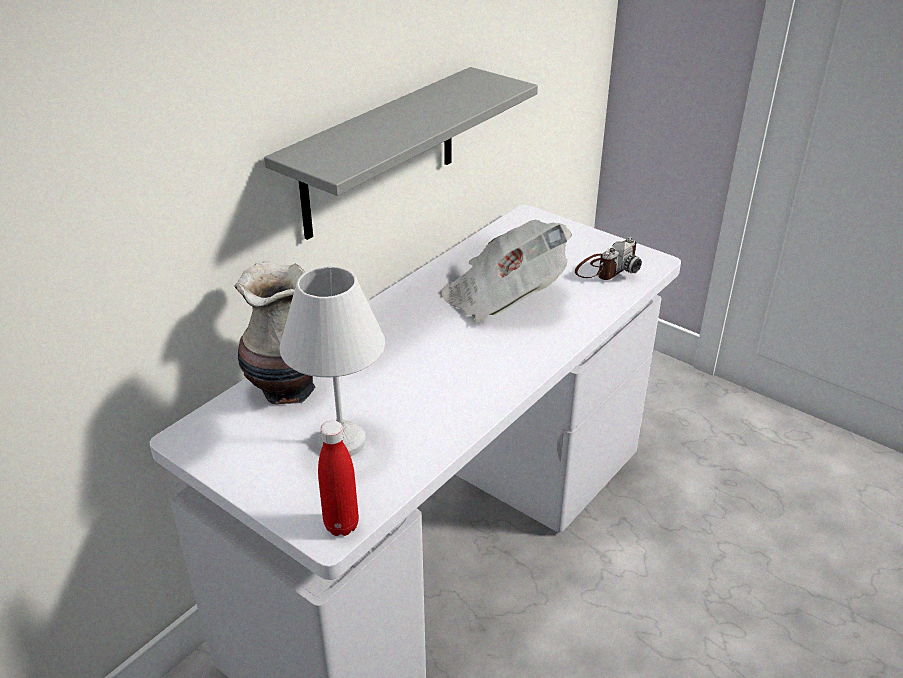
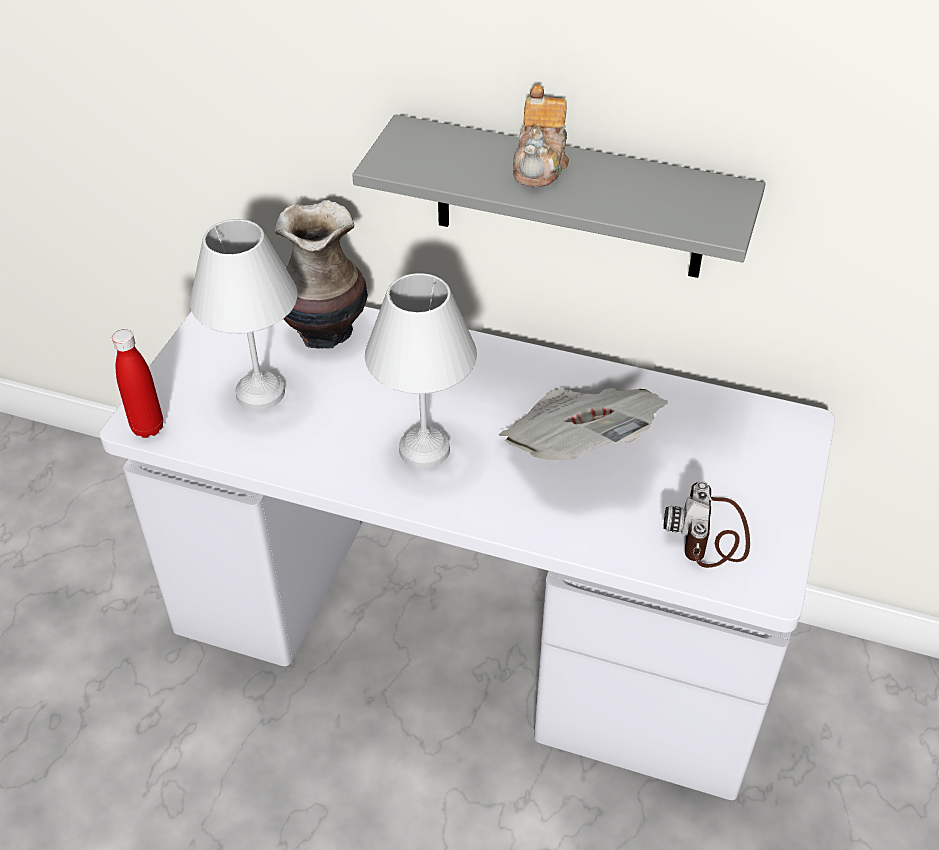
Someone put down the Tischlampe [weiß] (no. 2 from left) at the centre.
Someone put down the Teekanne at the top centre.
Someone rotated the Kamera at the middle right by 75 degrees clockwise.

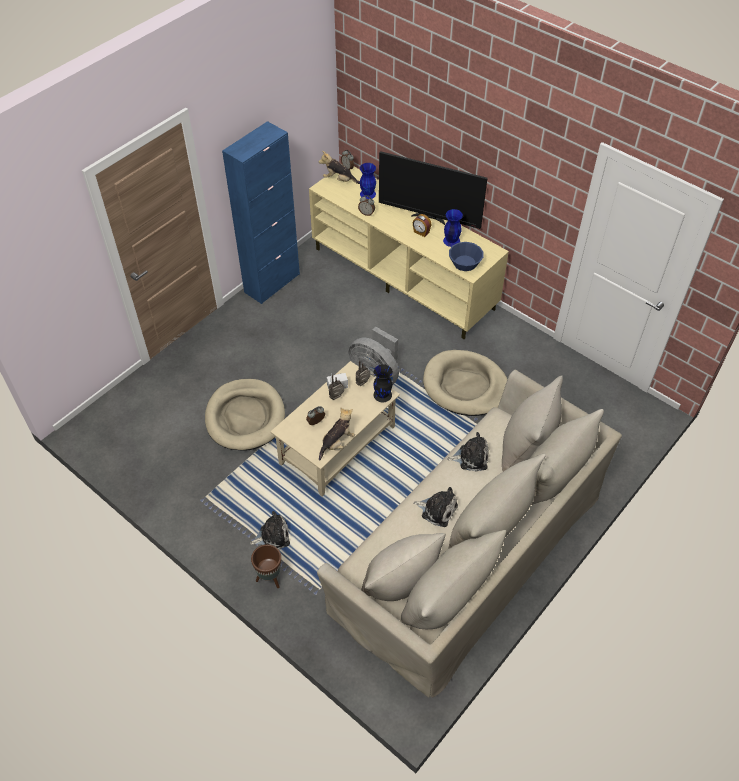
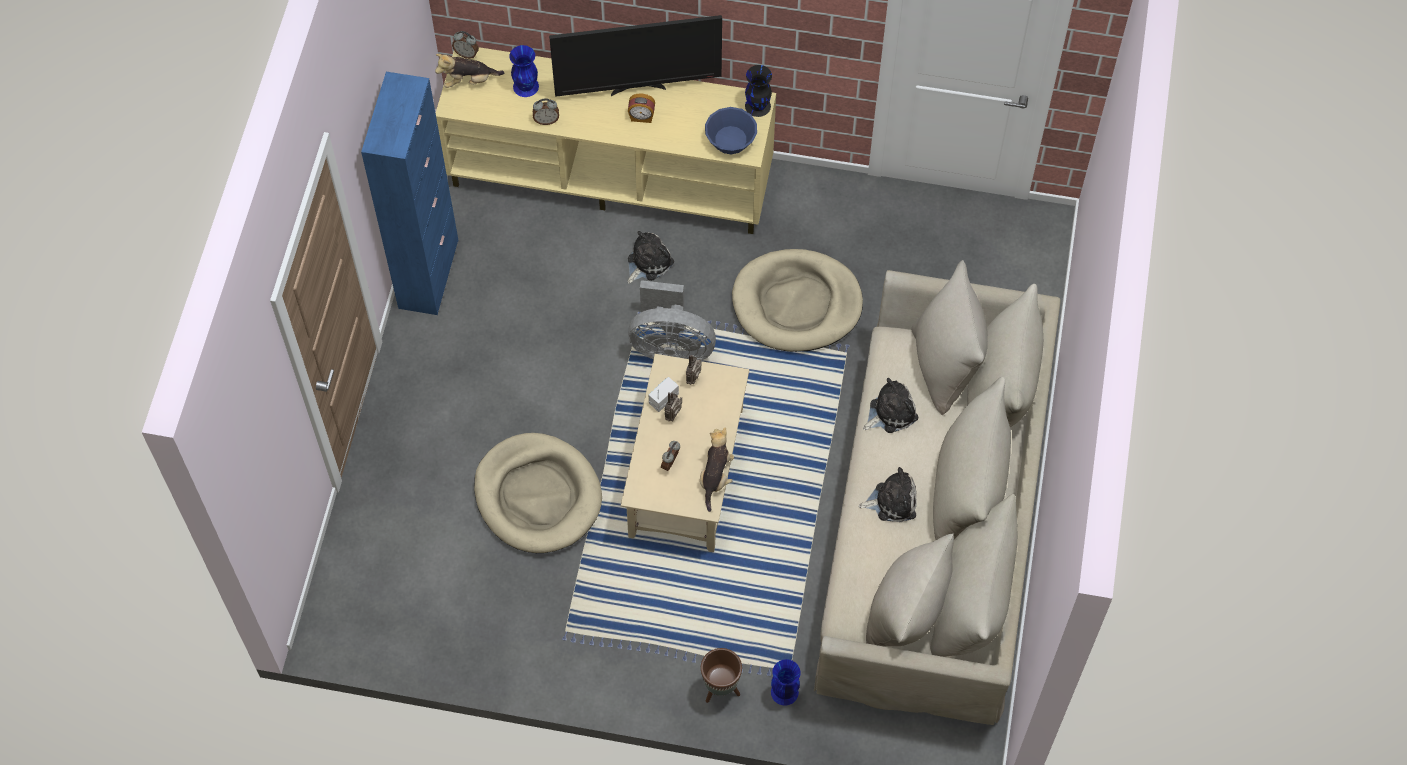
Someone carried the Plüschtier (no. 1 from left in the first image) from the bottom centre to the centre.
Someone carried the Vase [schwarz] from the centre to the top centre.
Someone carried the Vase [blau] (no. 2 from left) from the top centre to the bottom centre.

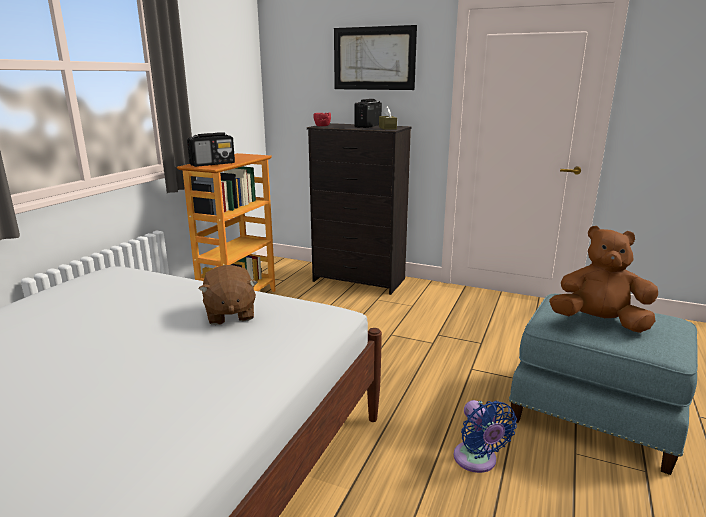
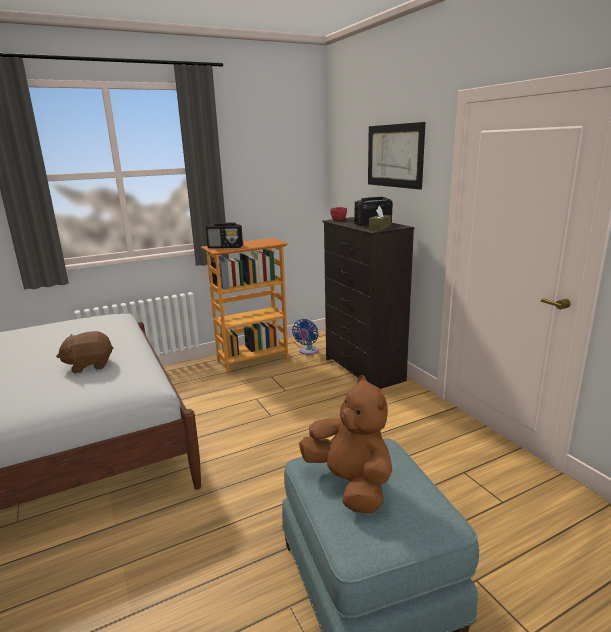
Someone rotated the Plüschtier [braun] (no. 1 from left) at the middle left by 45 degrees clockwise.
Someone carried the Ventilator [blau] from the bottom right to the centre.

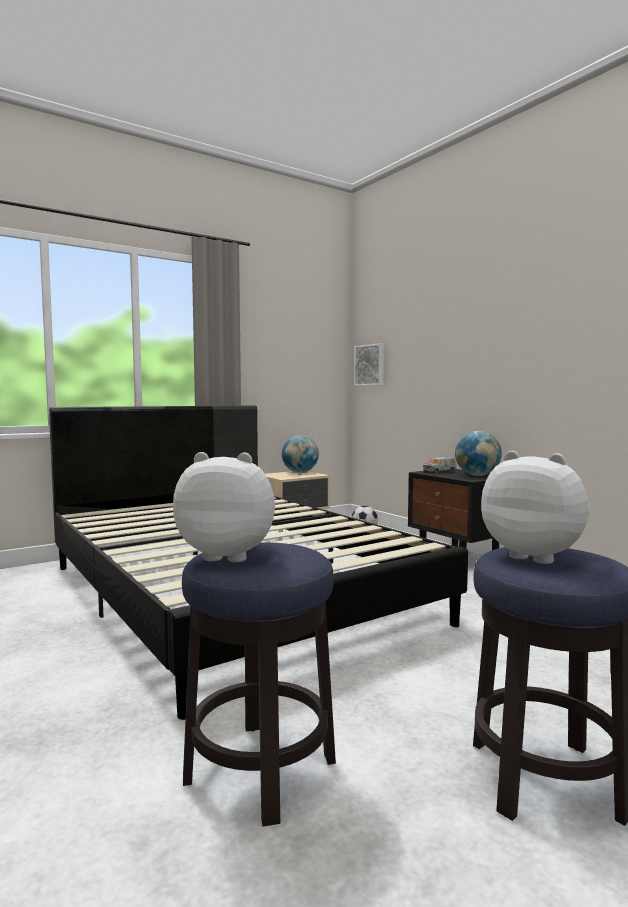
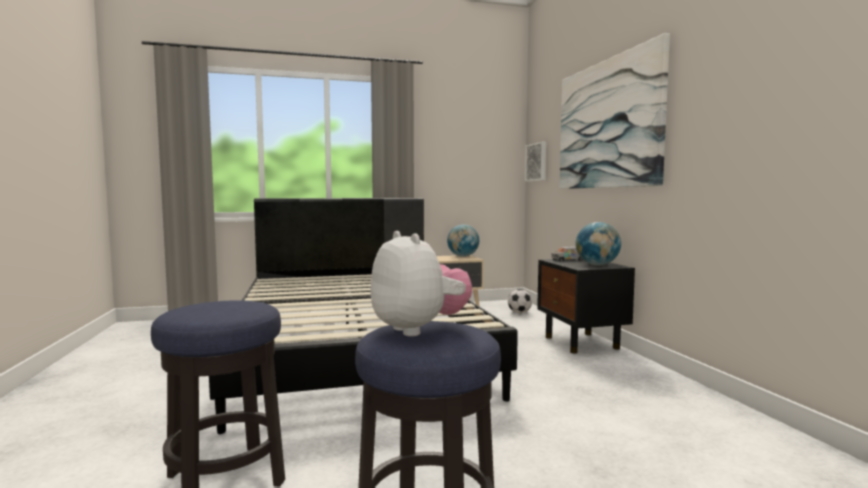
Someone put up the Bild (no. 2 from left) at the top right.
Someone took away the Plüschtier (no. 1 from left) at the centre.

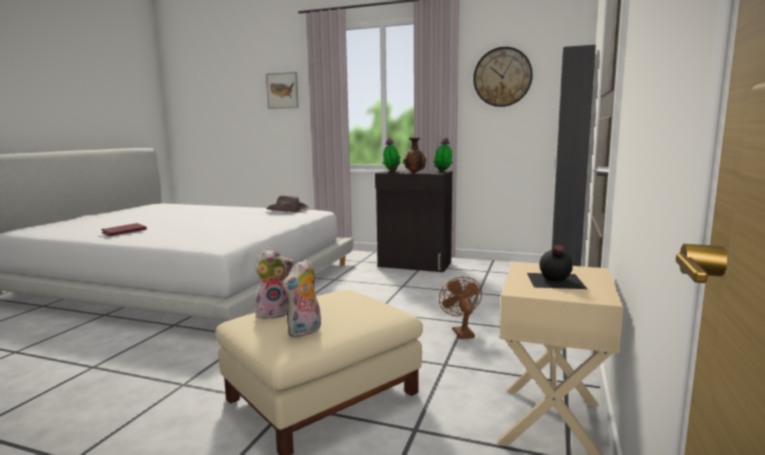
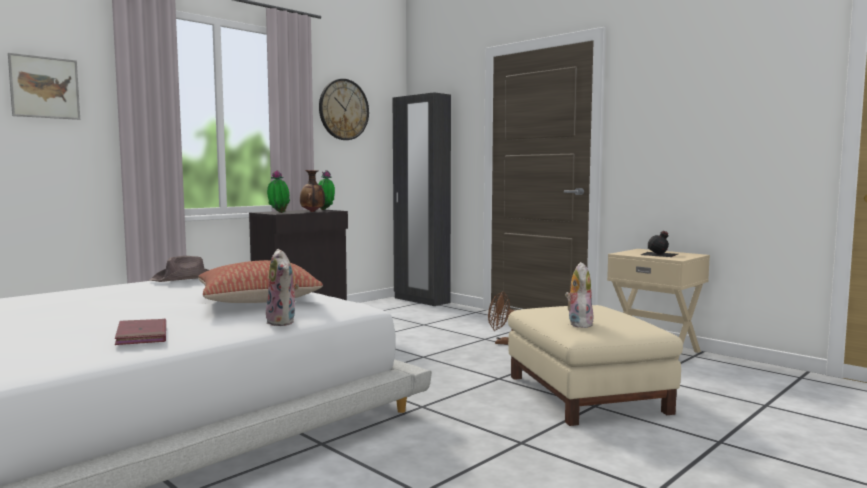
Someone put down the Kissen at the middle left.
Someone carried the Plüschtier (no. 2 from left in the first image) from the centre to the middle left.

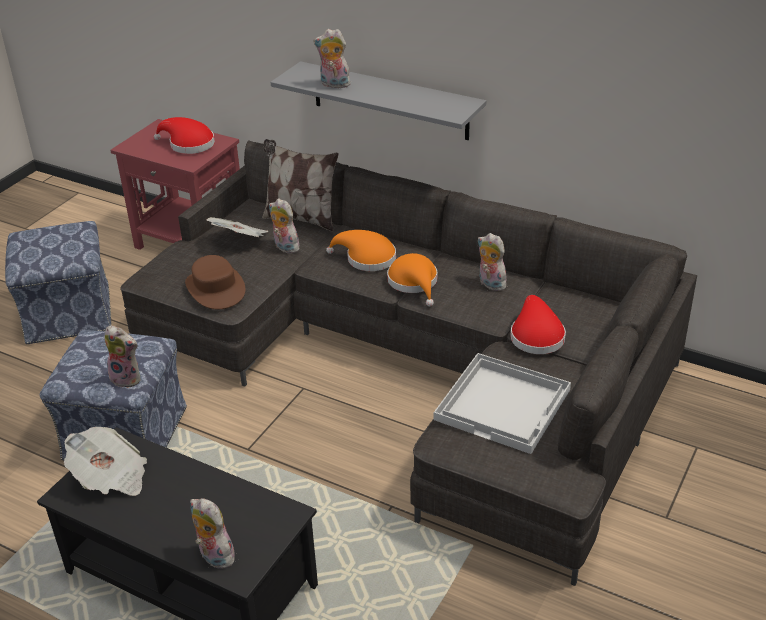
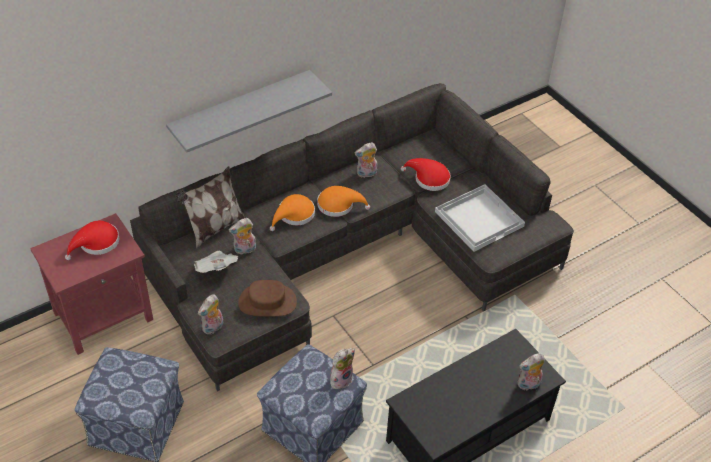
Someone carried the Plüschtier (no. 4 from left in the first image) from the top centre to the bottom left.
Someone took away the Zeitung (no. 1 from left) at the bottom left.

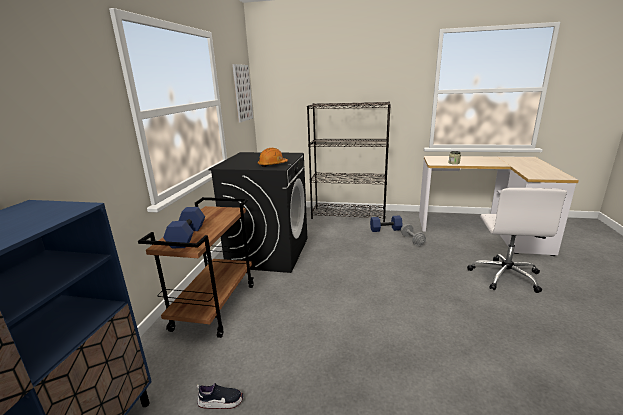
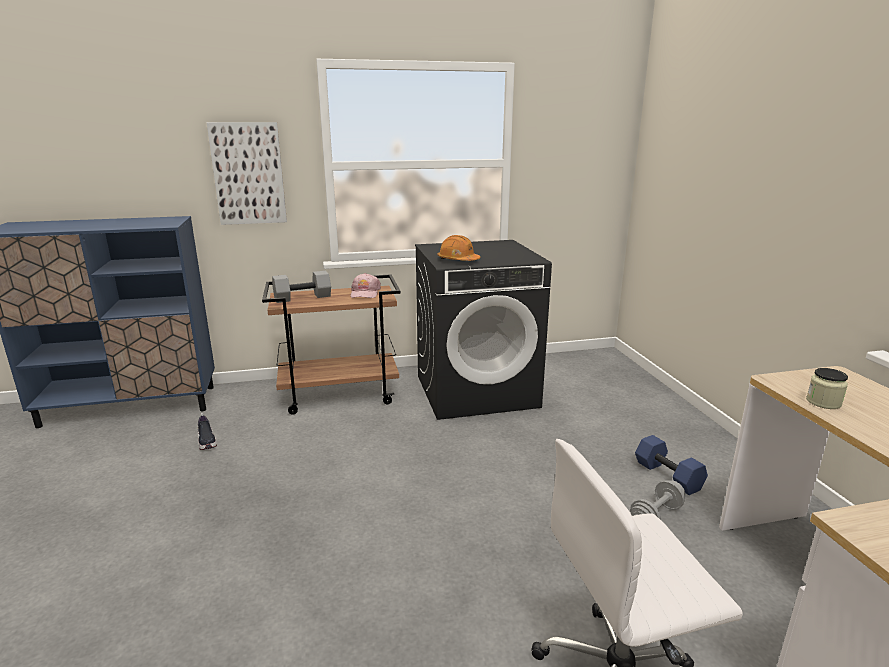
Someone carried the Bild from the top centre to the top left.
Someone repainted the Hantel [blau] (no. 1 from left) at the middle left, which became the Hantel [grau] (no. 1 from left) at the centre.
Someone put down the Kappe [rosa] at the centre.
Someone took away the Bücherregal [schwarz] at the centre.

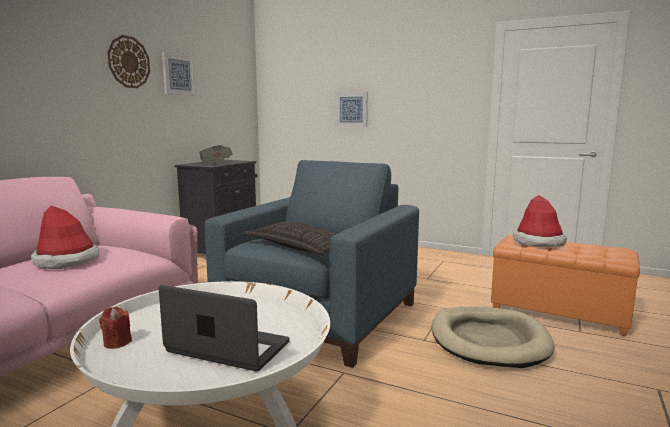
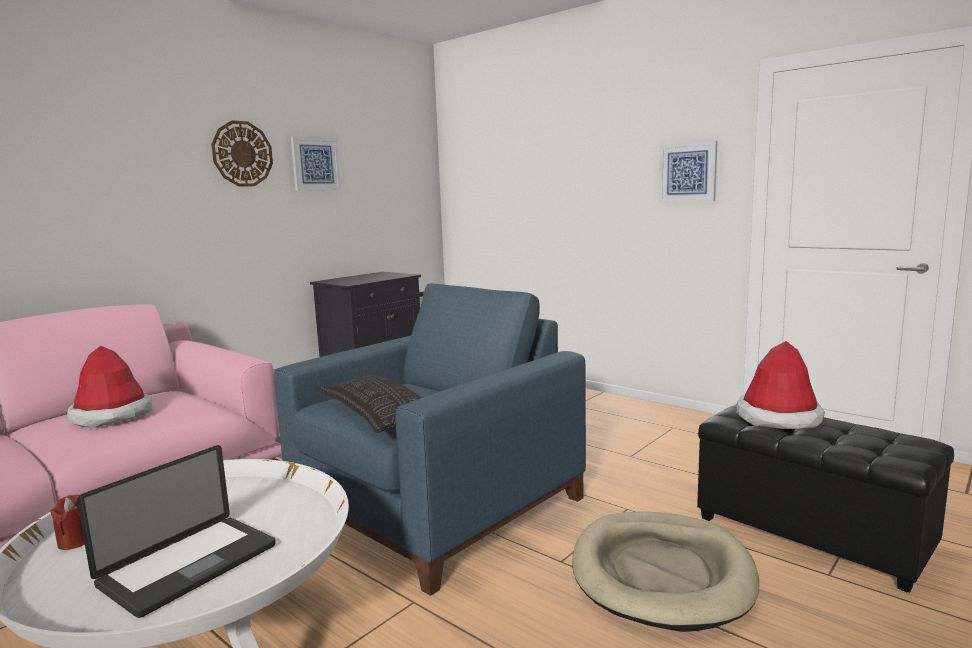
Someone rotated the Laptop at the bottom centre by 90 degrees clockwise.
Someone carried the Bild (no. 2 from left) from the top centre to the top right.
Someone repainted the Polsterhocker [orange] at the bottom right, which became the Polsterhocker [schwarz] at the bottom right.
Someone took away the Zeitung at the middle left.

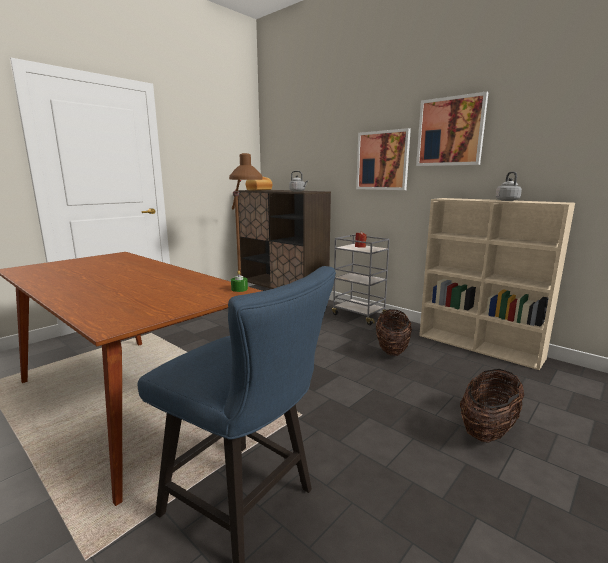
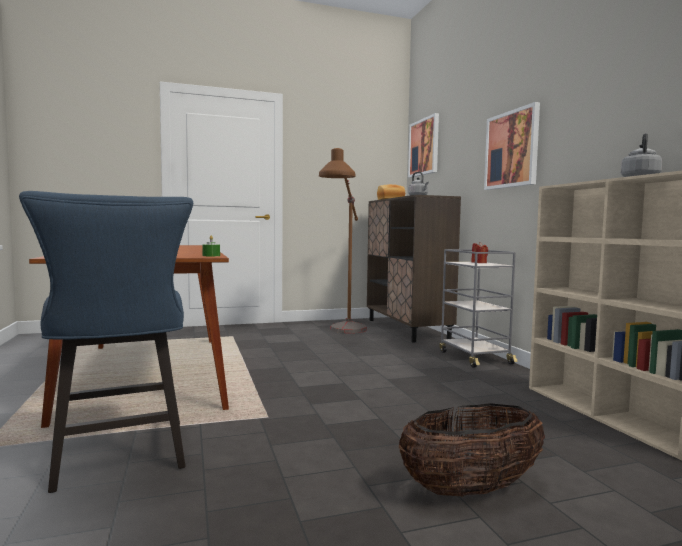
Someone carried the Bild (no. 2 from left in the first image) from the top right to the top centre.
Someone took away the Korb (no. 1 from left) at the centre.

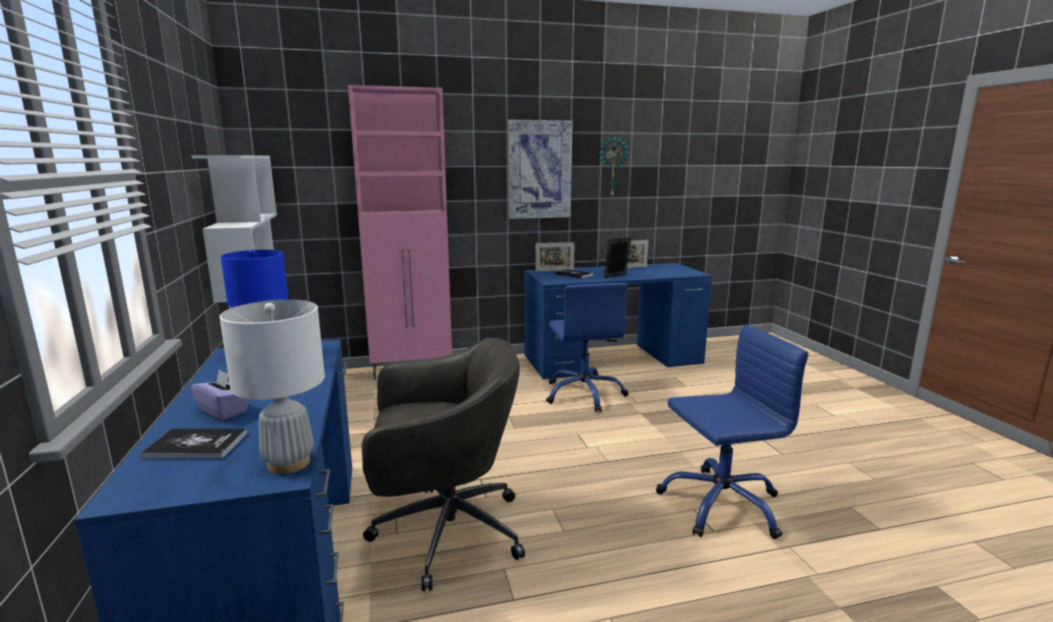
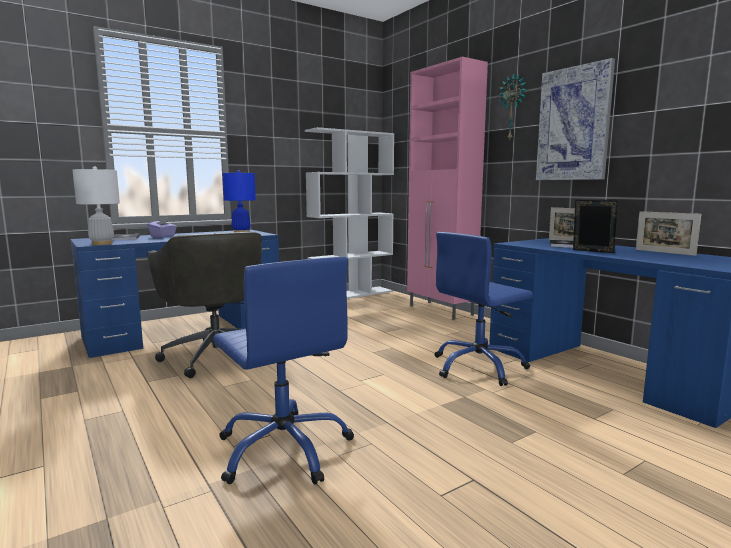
Someone carried the Wanduhr from the top centre to the top right.

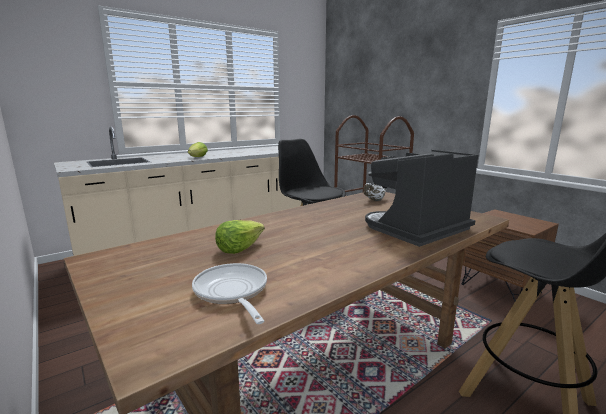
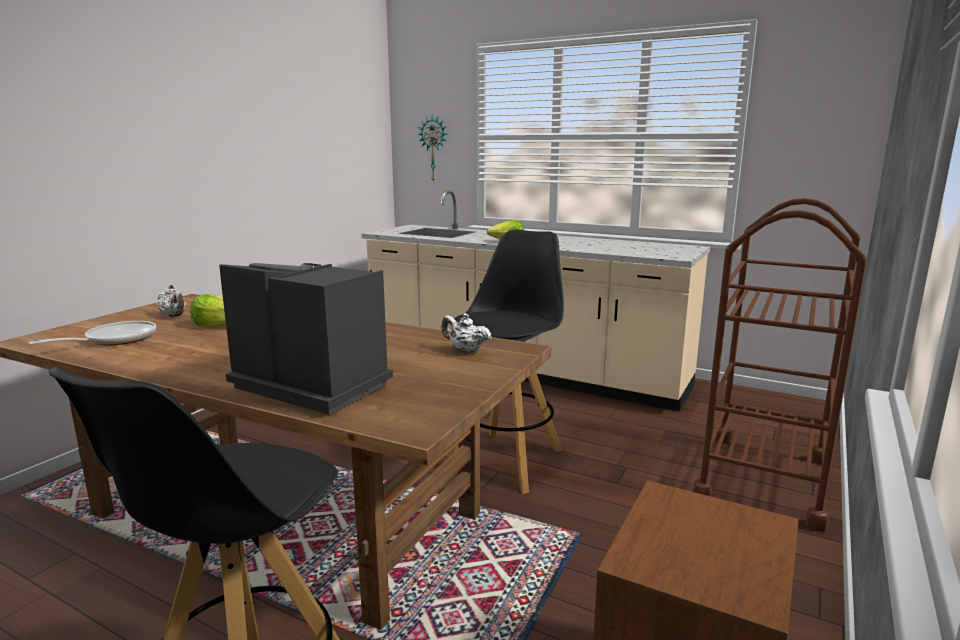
Someone put down the Teekanne [weiß] (no. 1 from left) at the middle left.
Someone put up the Wanduhr at the top centre.

